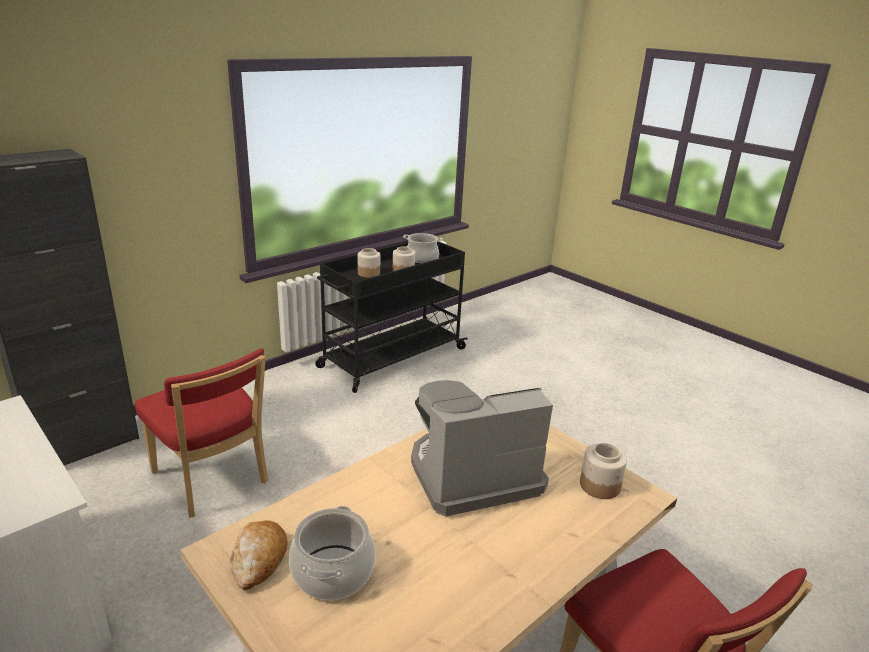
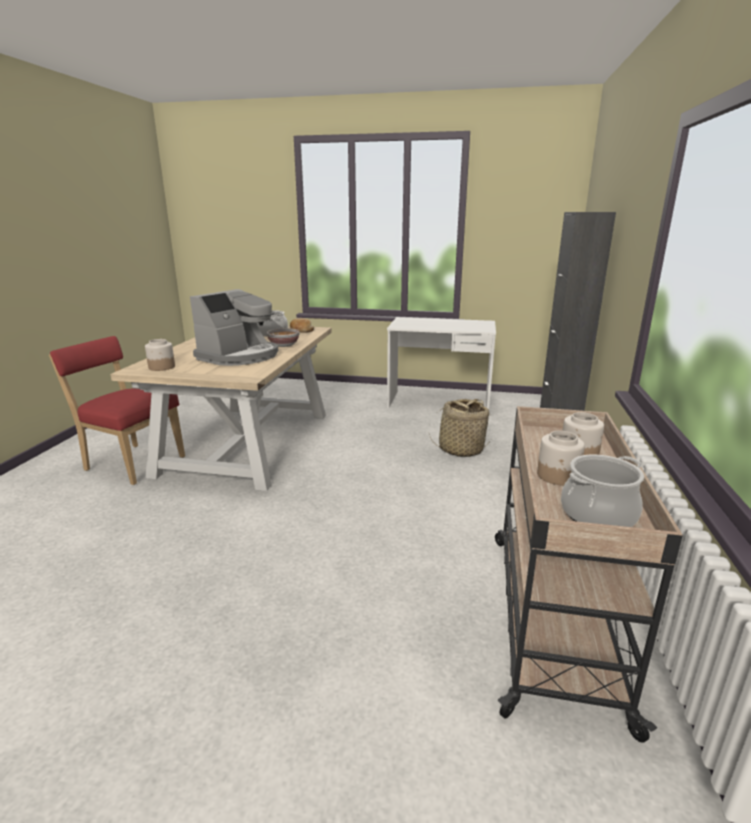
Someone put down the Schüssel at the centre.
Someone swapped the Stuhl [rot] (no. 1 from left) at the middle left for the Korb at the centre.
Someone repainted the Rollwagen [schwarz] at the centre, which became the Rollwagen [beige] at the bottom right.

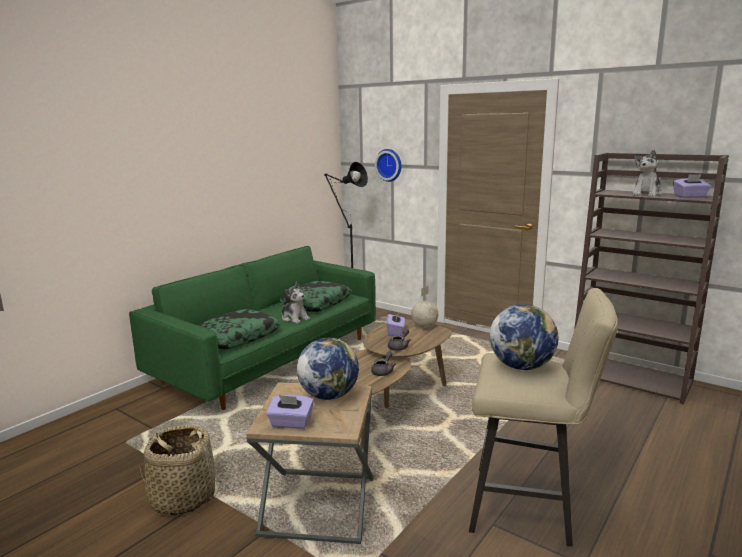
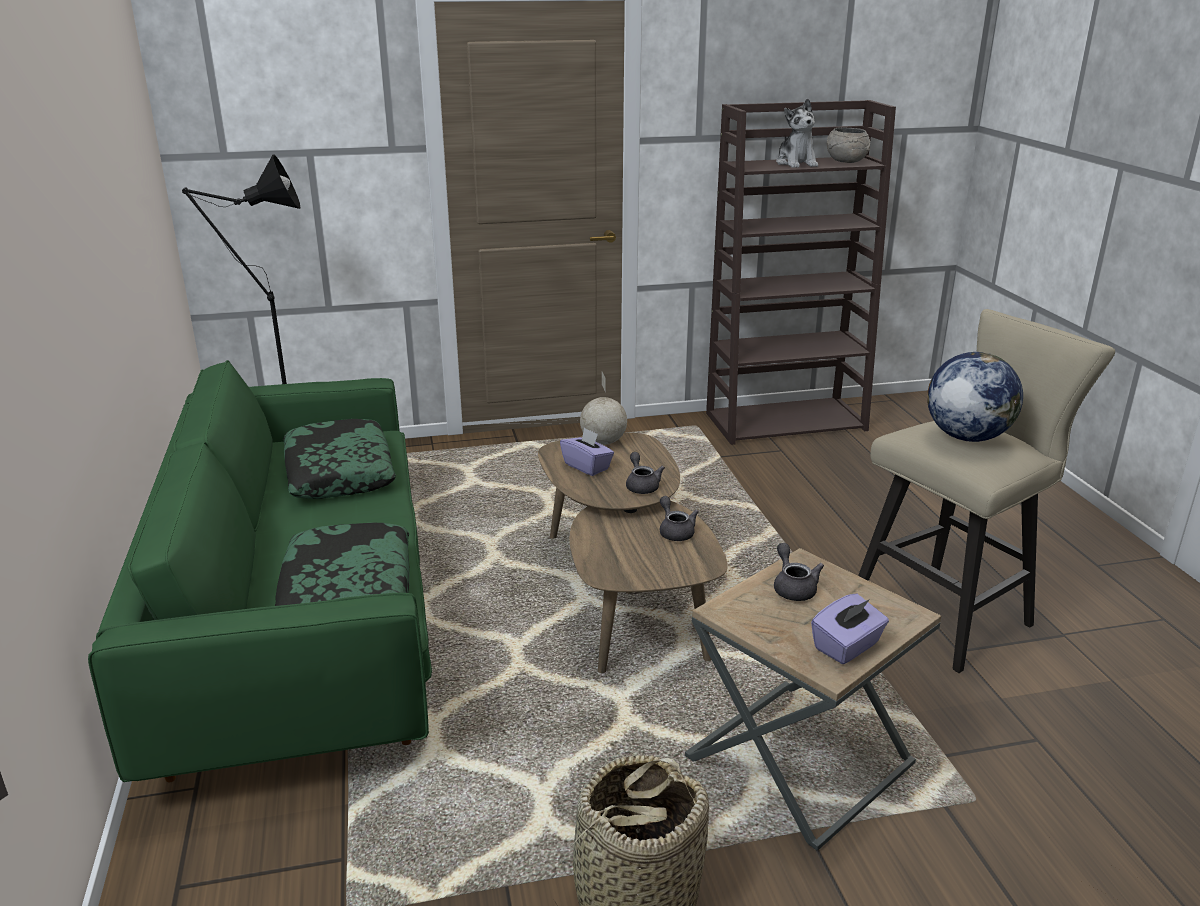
Someone swapped the Globus (no. 1 from left) at the centre for the Teekanne [grau] (no. 3 from left) at the centre.
Someone swapped the Taschentuchbox [lila] (no. 3 from left) at the middle right for the Schüssel [grau] at the top right.
Someone took away the Plüschtier (no. 1 from left) at the centre.
Someone took away the Wanduhr at the top centre.

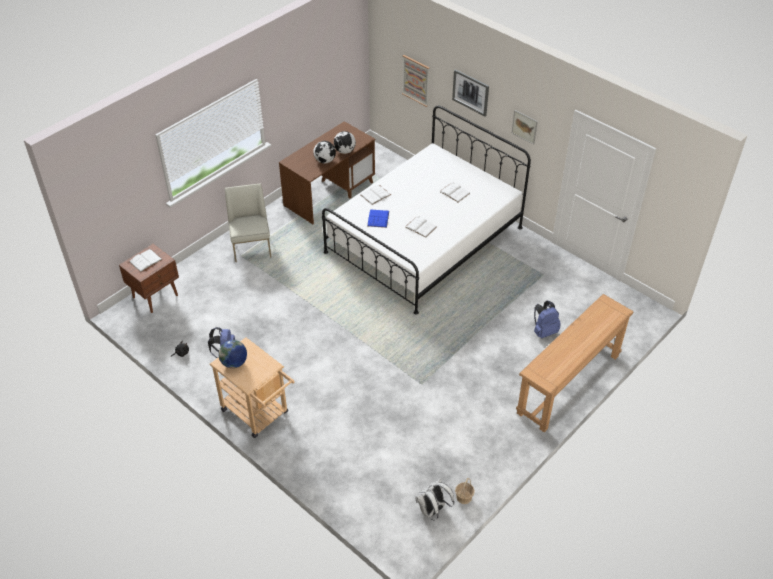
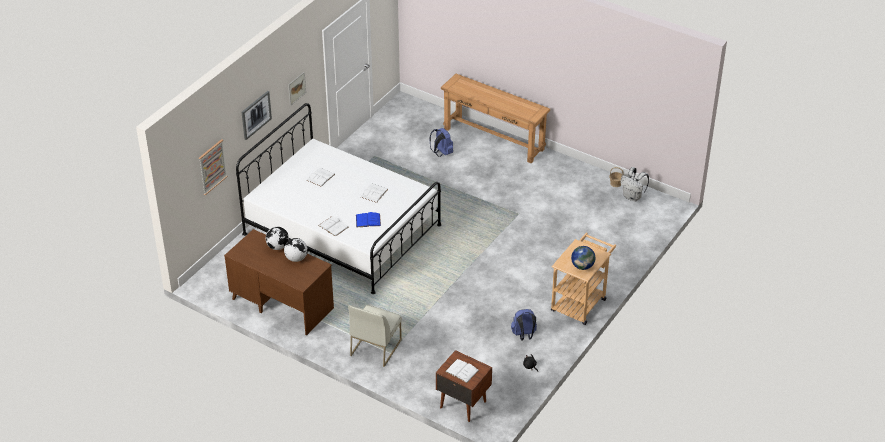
Someone rotated the Stuhl [weiß] at the middle left by 45 degrees counterclockwise.

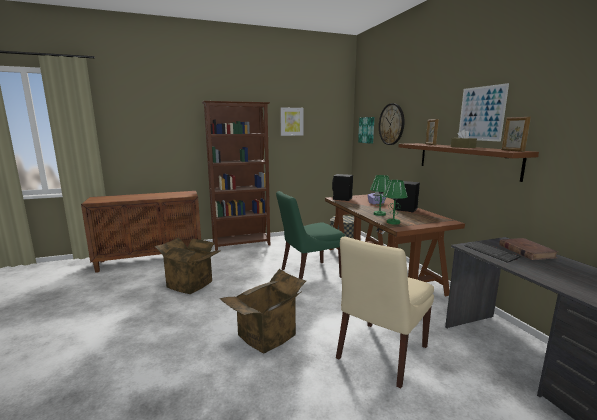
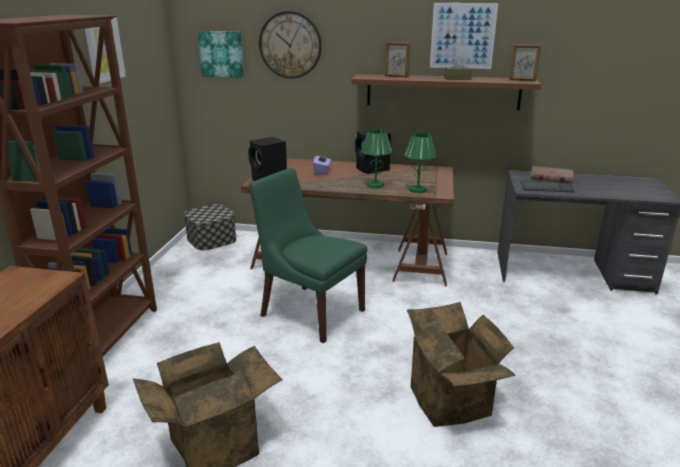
Someone rotated the Stuhl [grün] at the centre by 120 degrees clockwise.
Someone took away the Stuhl [beige] at the bottom centre.

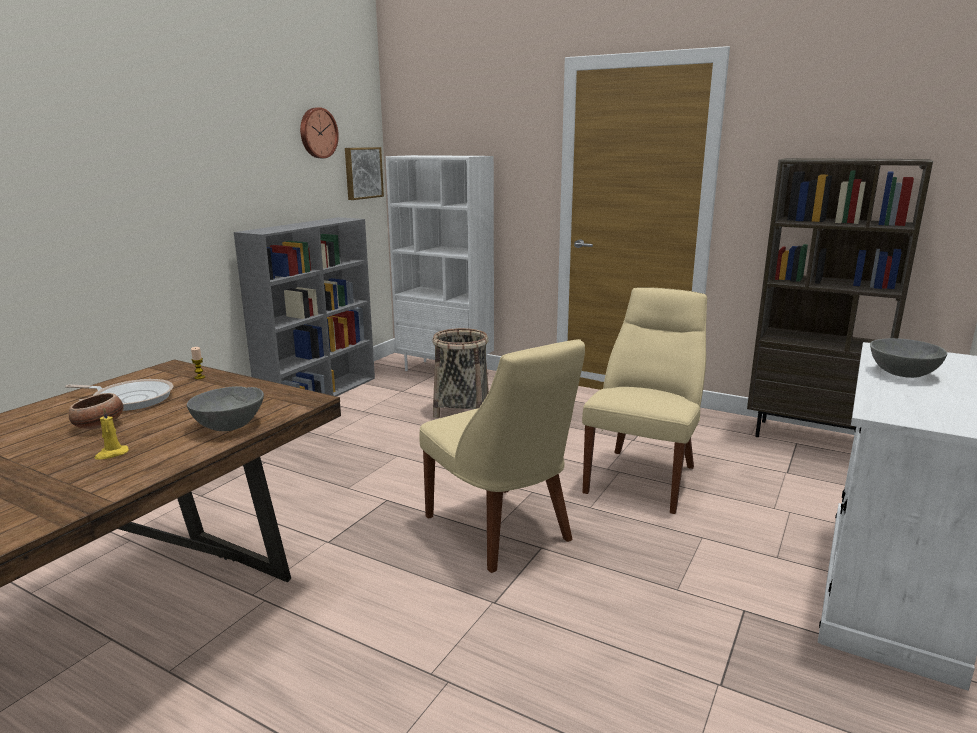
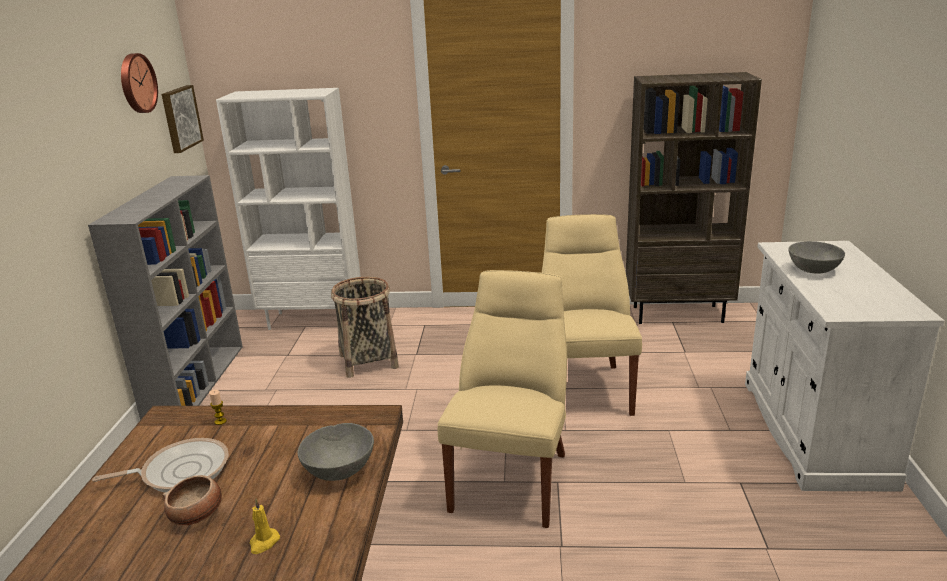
Someone rotated the Stuhl [beige] (no. 1 from left) at the centre by 105 degrees counterclockwise.

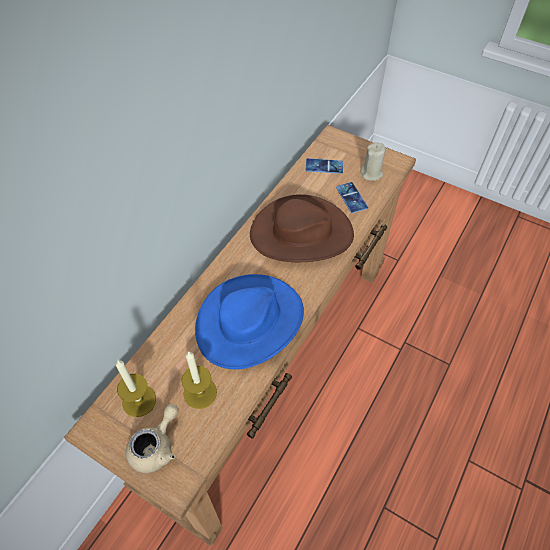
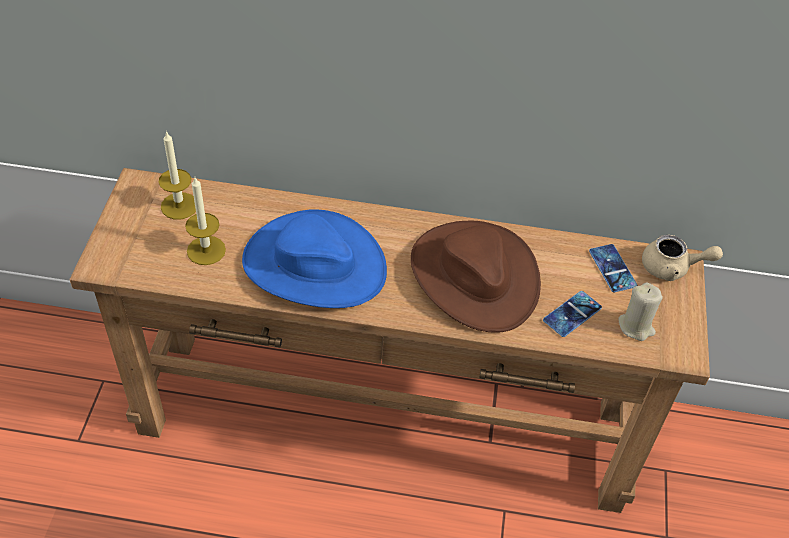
Someone carried the Teekanne [beige] from the bottom left to the middle right.

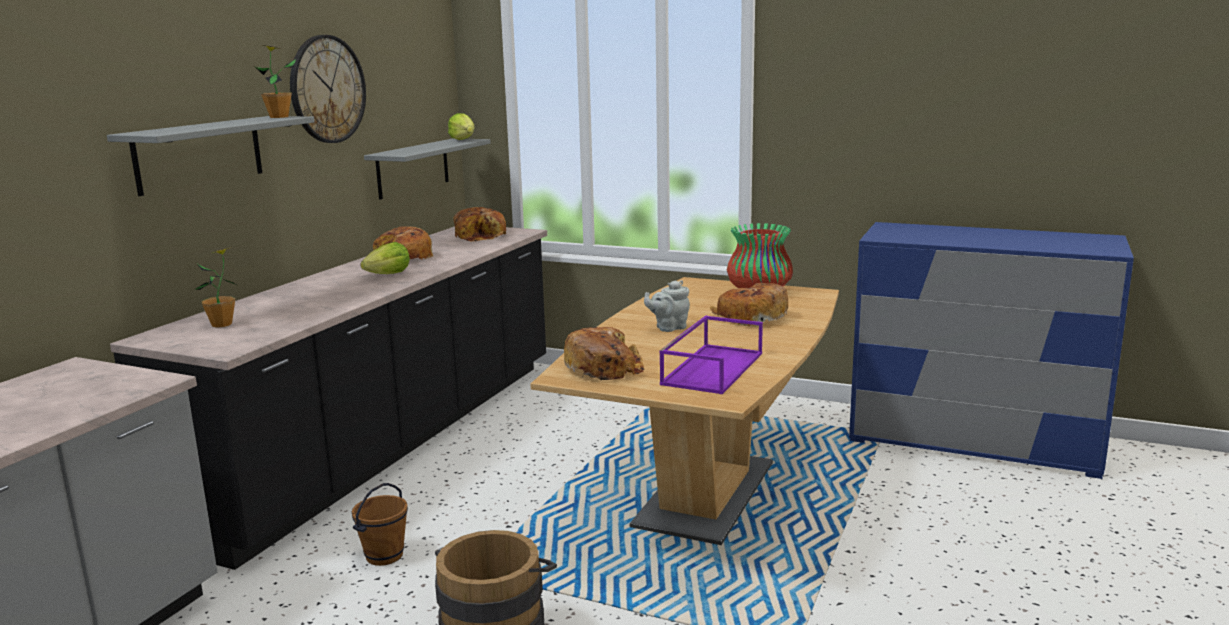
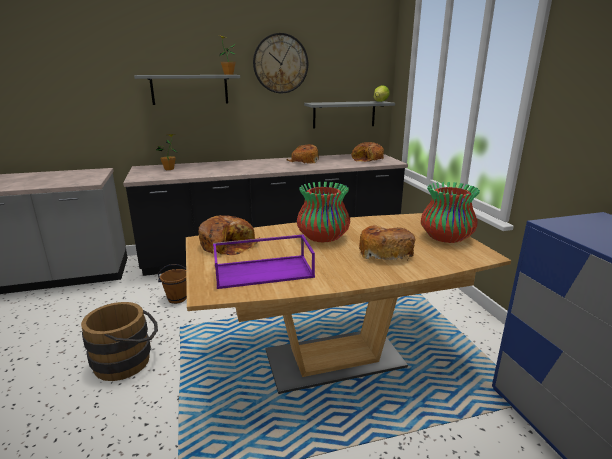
Someone swapped the Teekanne [grau] at the centre for the Vase (no. 1 from left) at the centre.
Someone took away the Salatkopf (no. 1 from left) at the middle left.

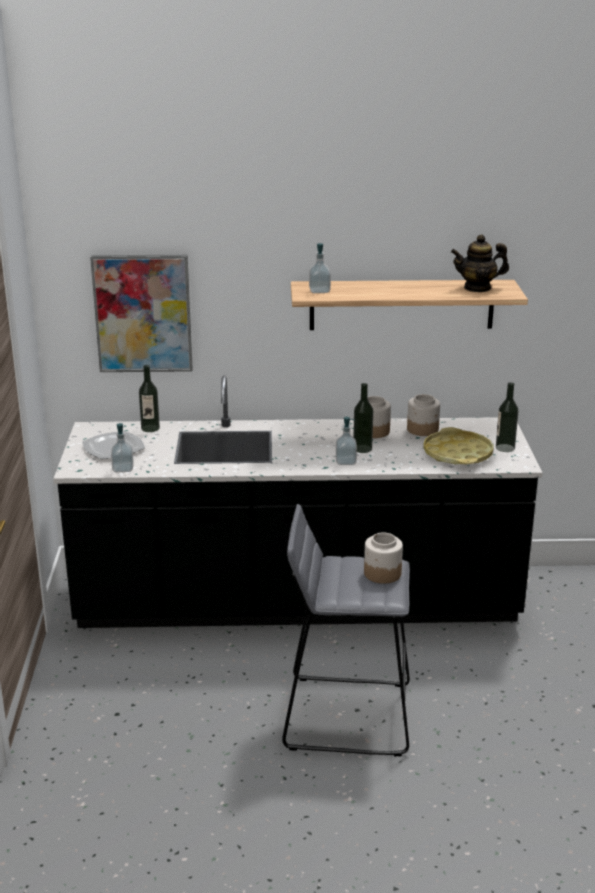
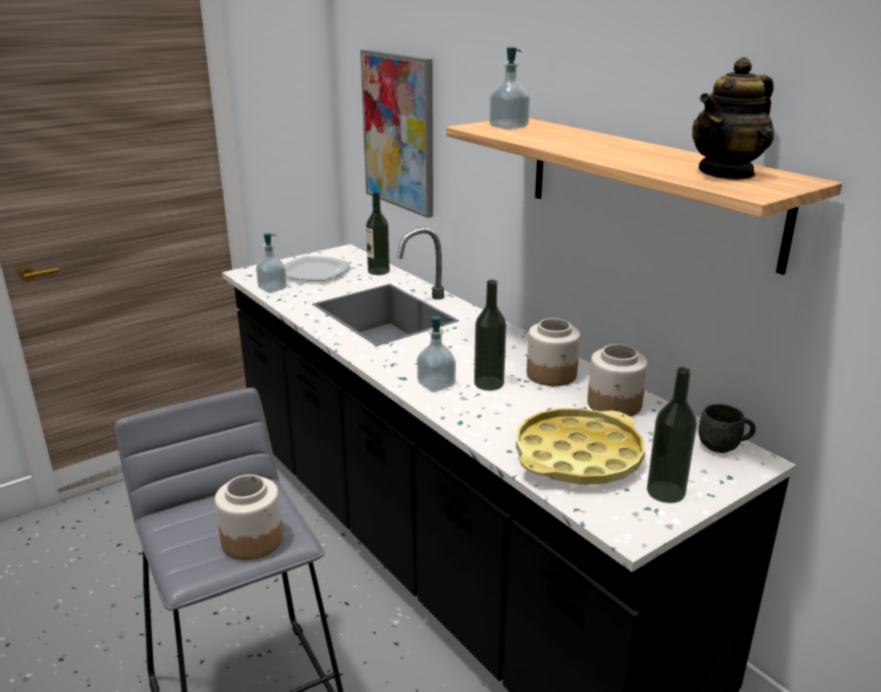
Someone rotated the Teekanne at the top right by 90 degrees counterclockwise.
Someone put down the Henkelbecher [grau] at the middle right.

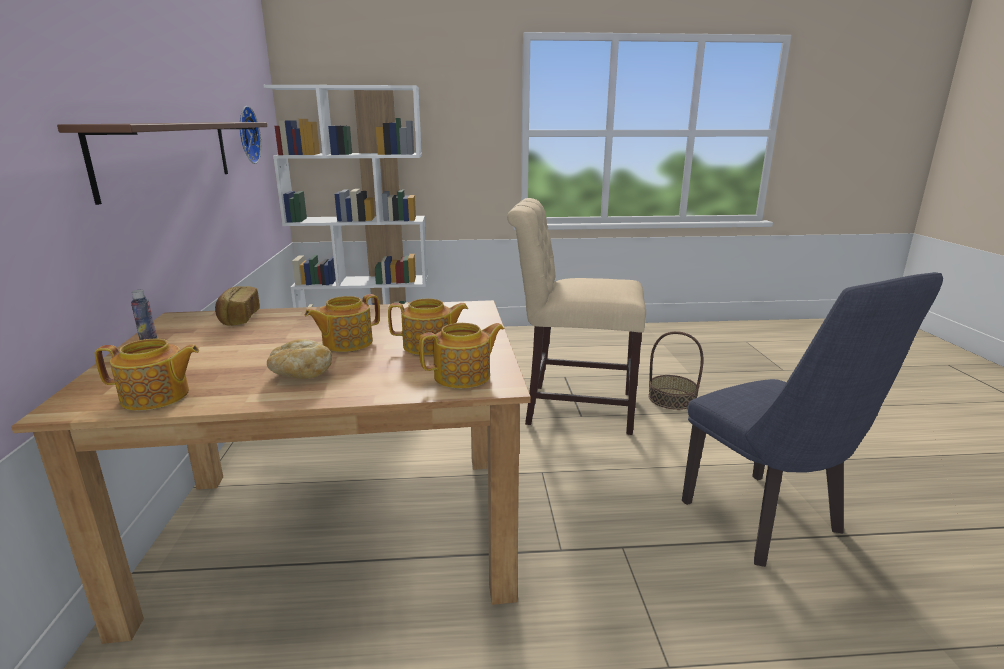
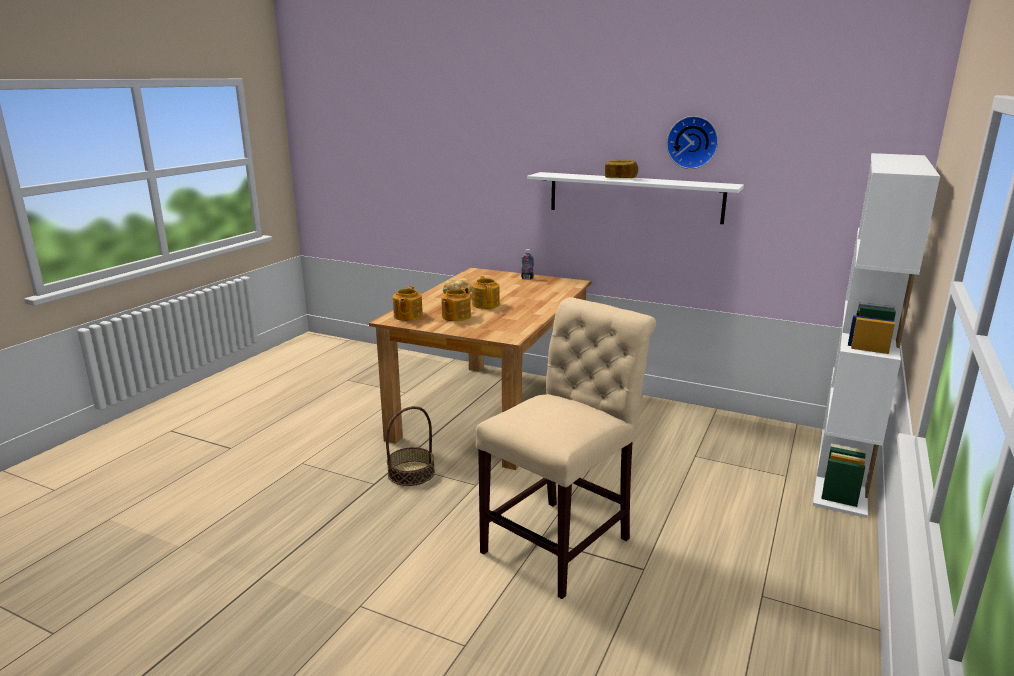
Someone carried the Korb from the middle right to the centre.
Someone repainted the Wandregal [braun] at the top left, which became the Wandregal [weiß] at the top centre.
Someone carried the Brot (no. 1 from left in the first image) from the middle left to the top centre.
Someone carried the Wanduhr from the top left to the top right.
Someone took away the Teekanne (no. 1 from left) at the middle left.
Someone took away the Stuhl [blau] at the middle right.

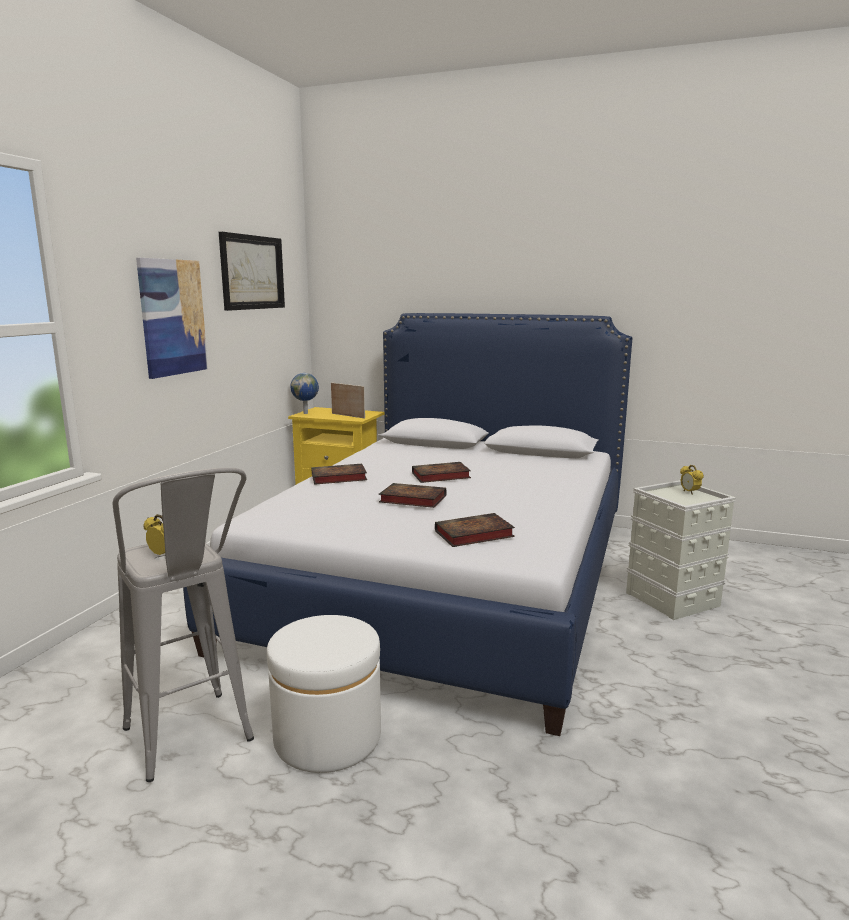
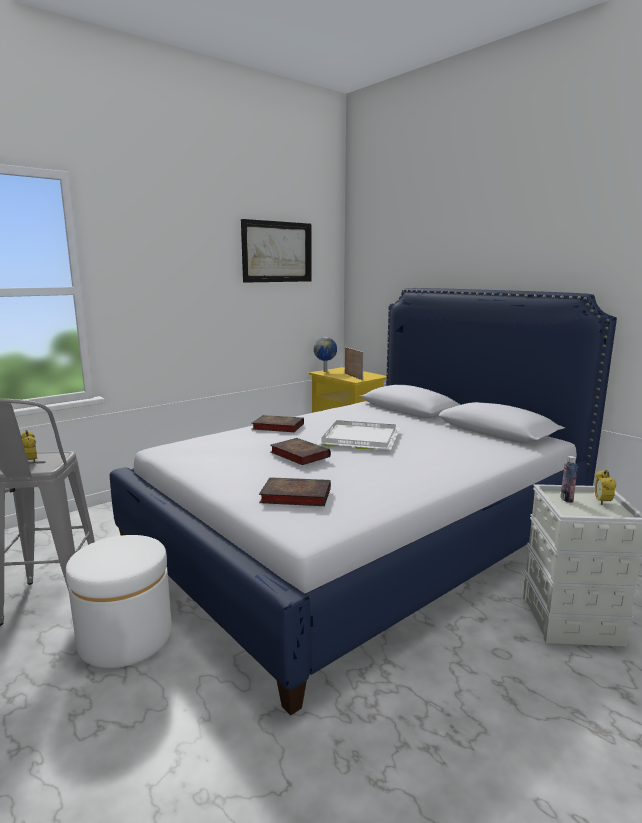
Someone swapped the Buch (no. 3 from left) at the centre for the Tablett [weiß] at the centre.
Someone put down the Flasche at the middle right.
Someone took away the Bild (no. 1 from left) at the middle left.

